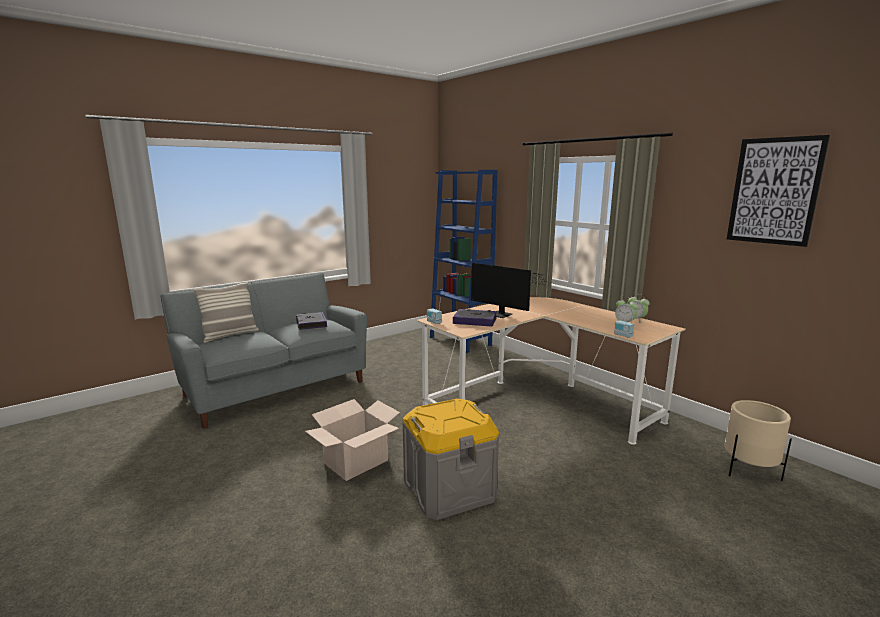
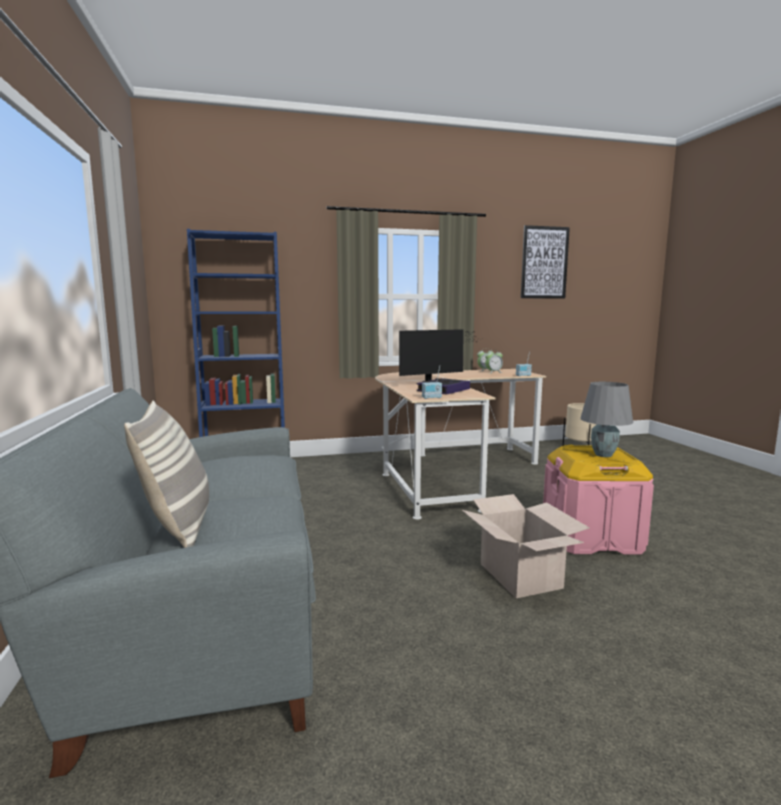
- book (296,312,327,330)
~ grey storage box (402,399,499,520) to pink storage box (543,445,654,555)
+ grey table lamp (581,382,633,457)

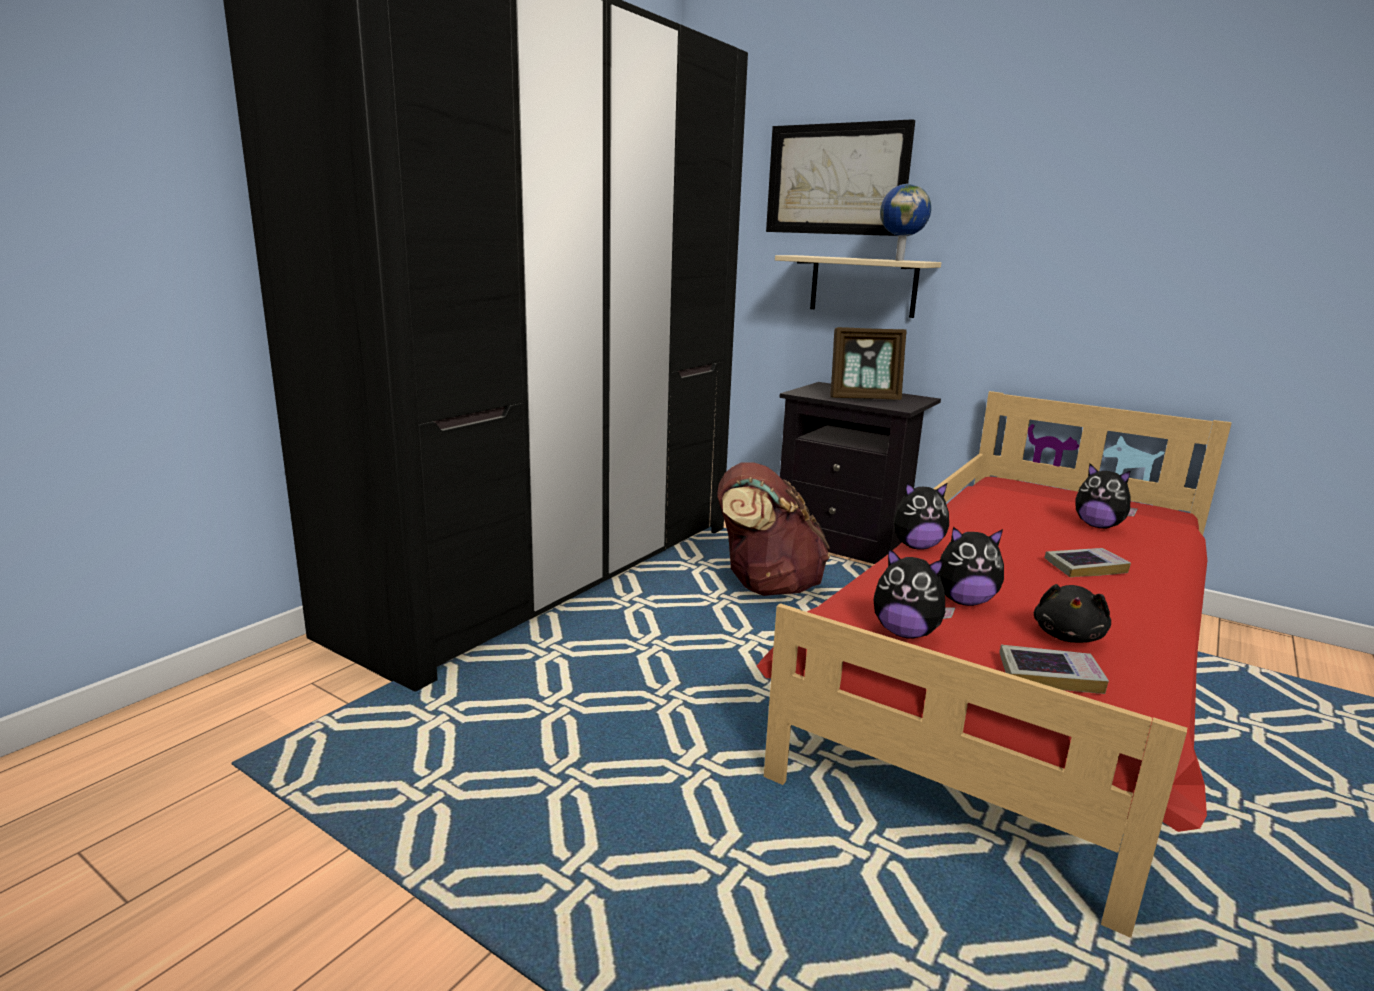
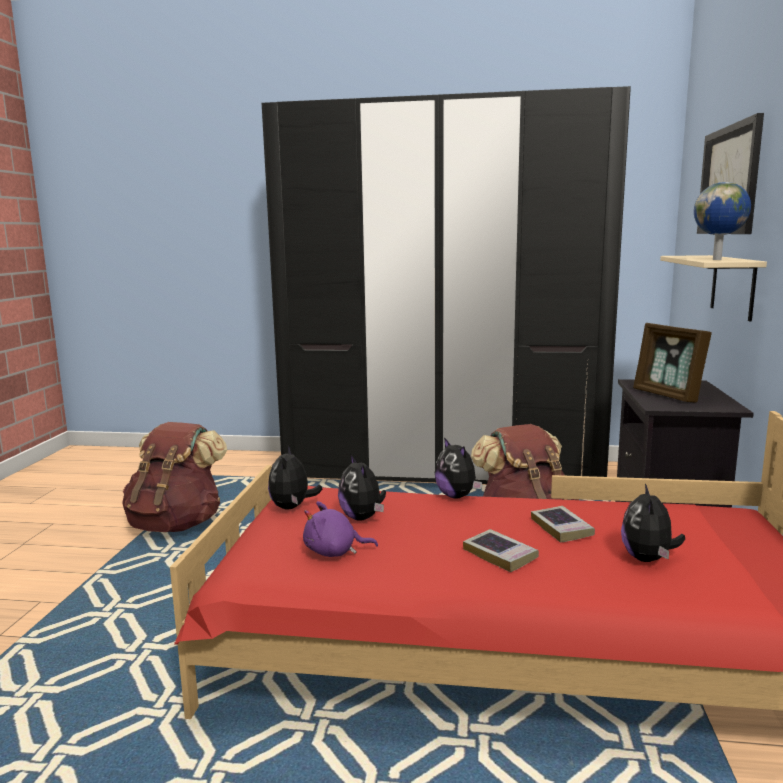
~ book (999,645,1109,694) to (531,506,595,543)
~ black plush toy (1034,584,1111,643) to purple plush toy (303,501,378,557)
+ brown backpack (122,422,227,532)

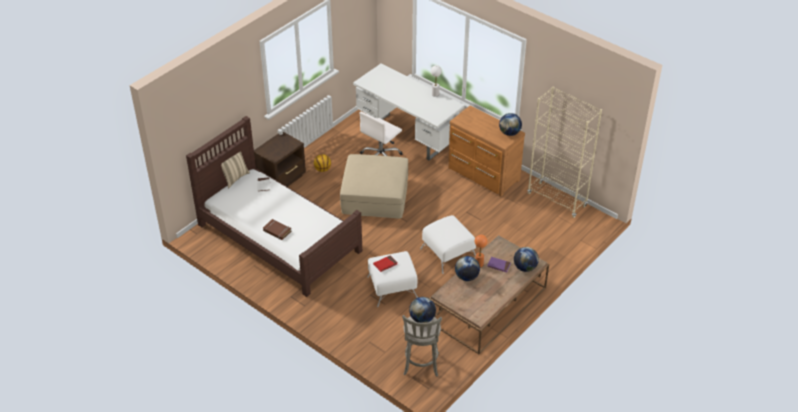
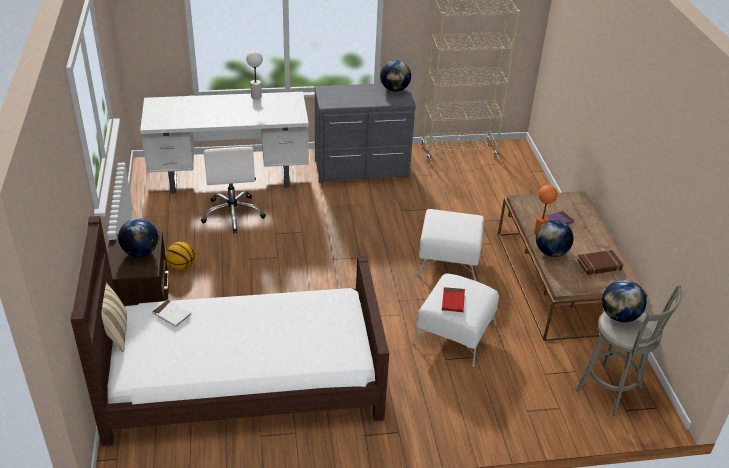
~ brown book (263,219,291,240) to (578,250,623,275)
- beige ottoman (340,154,408,219)
~ brown dresser (448,106,525,197) to grey dresser (314,84,416,183)
~ globe (514,247,539,272) to (118,218,159,257)

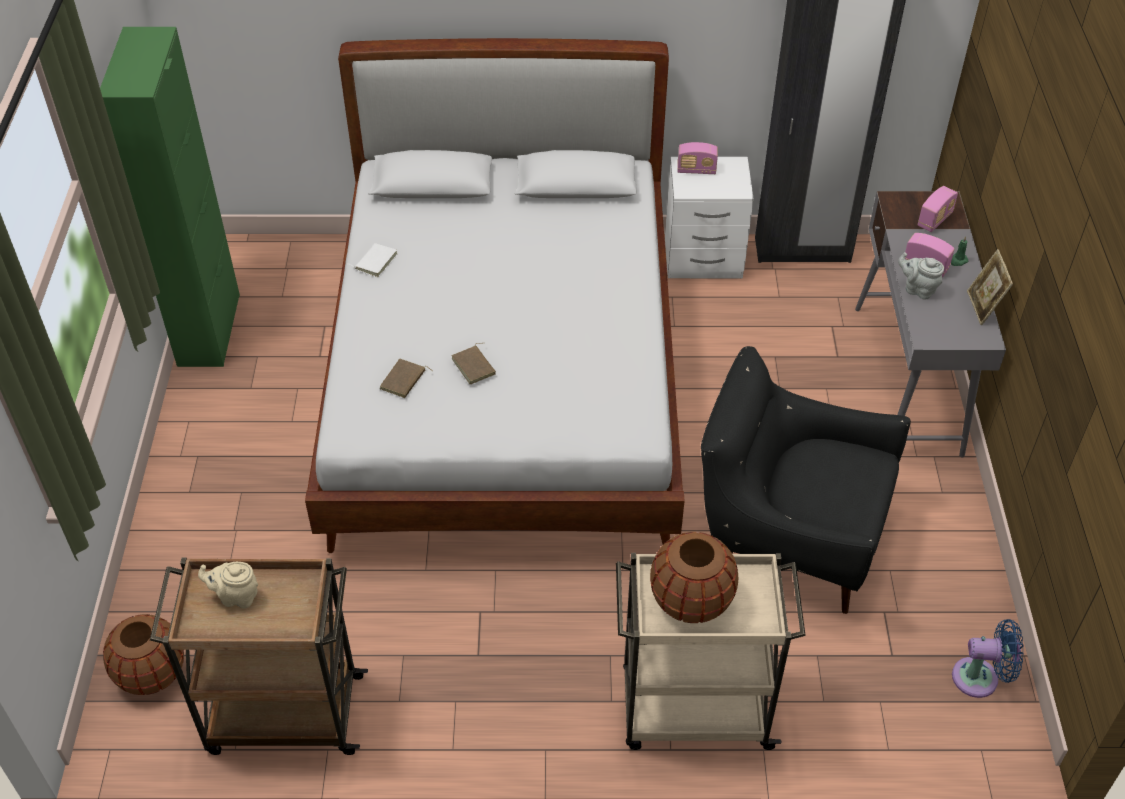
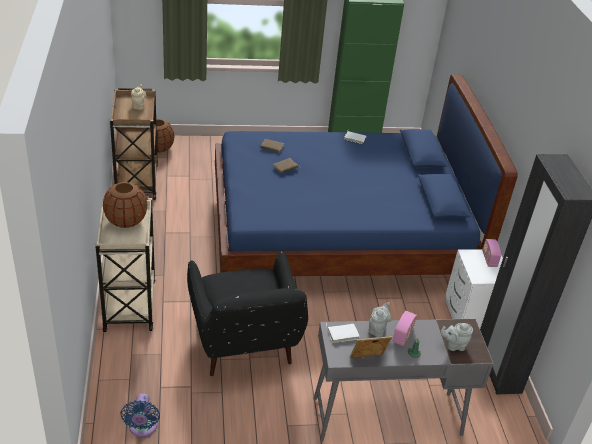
~ white bed (305,38,685,553) to blue bed (215,74,518,276)
~ black armchair (701,346,911,614) = (187,251,308,376) 150 degrees clockwise
~ radio (918,186,958,232) to grey teapot (441,323,473,351)
+ white book (326,323,360,343)

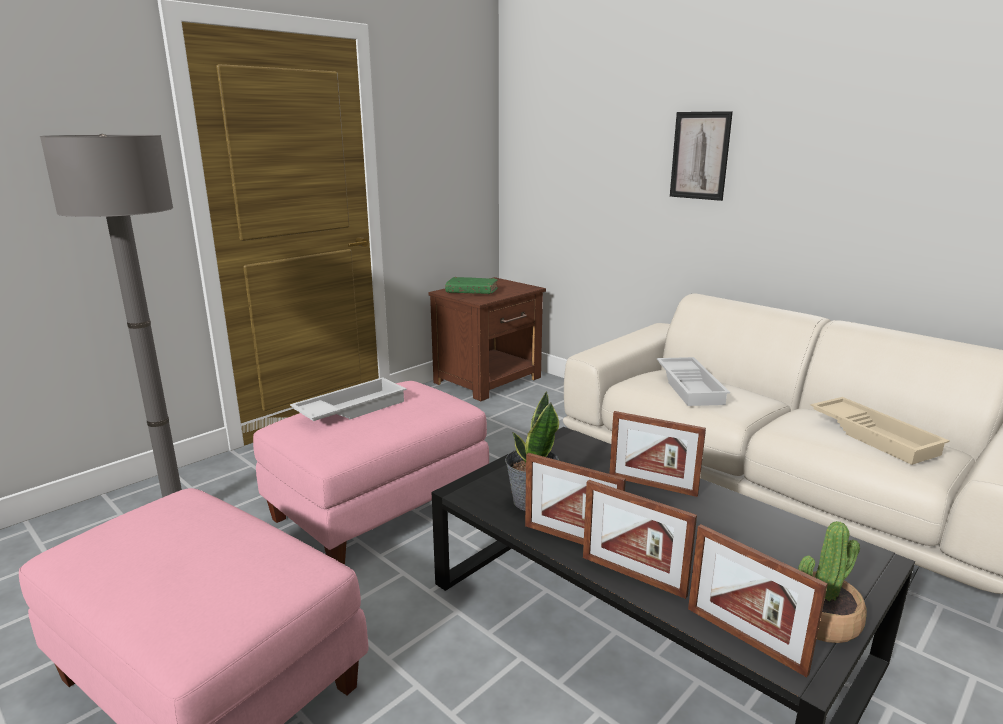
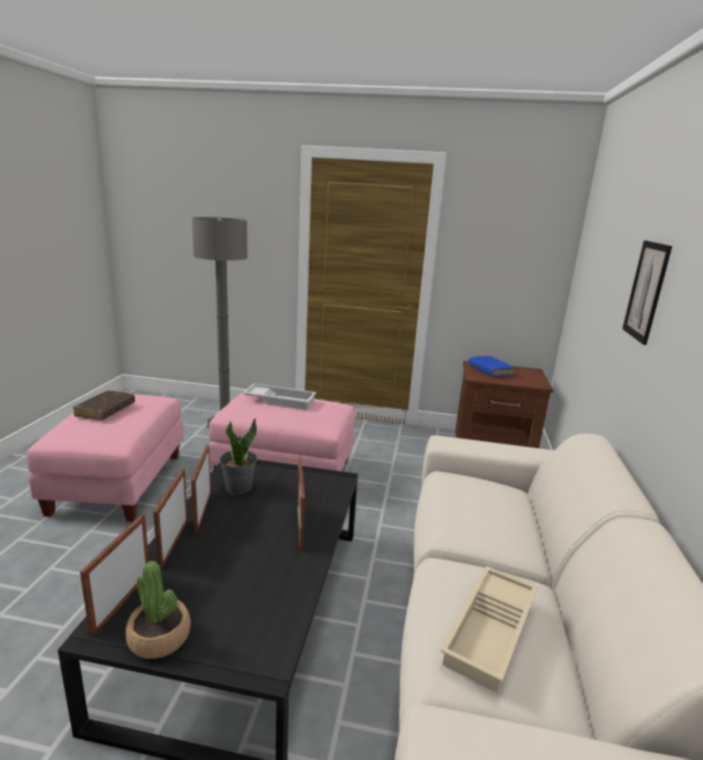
~ green book (445,277,498,294) to blue book (468,356,514,376)
- white tray (657,357,730,406)
+ brown book (73,390,135,421)

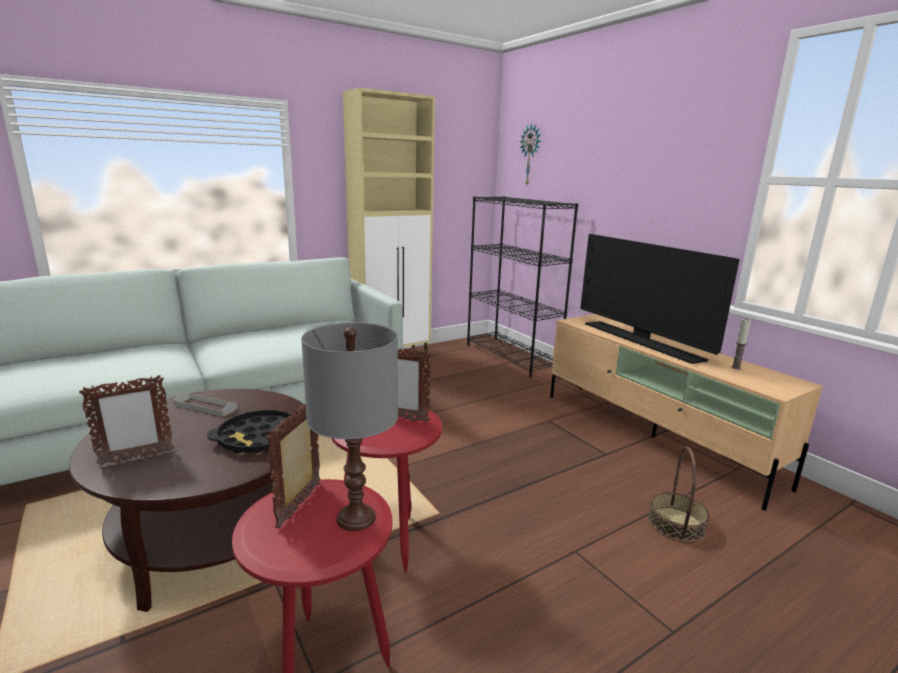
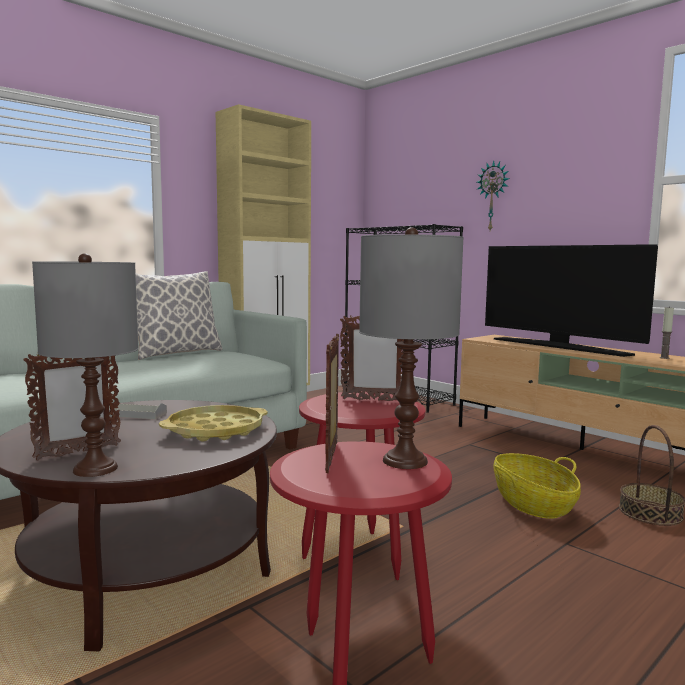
~ black tray (207,410,299,453) to yellow tray (159,405,268,442)
~ wall clock (520,123,541,185) to (477,160,510,230)
+ grey table lamp (32,253,139,477)
+ pillow (136,271,222,360)
+ basket (493,453,581,519)

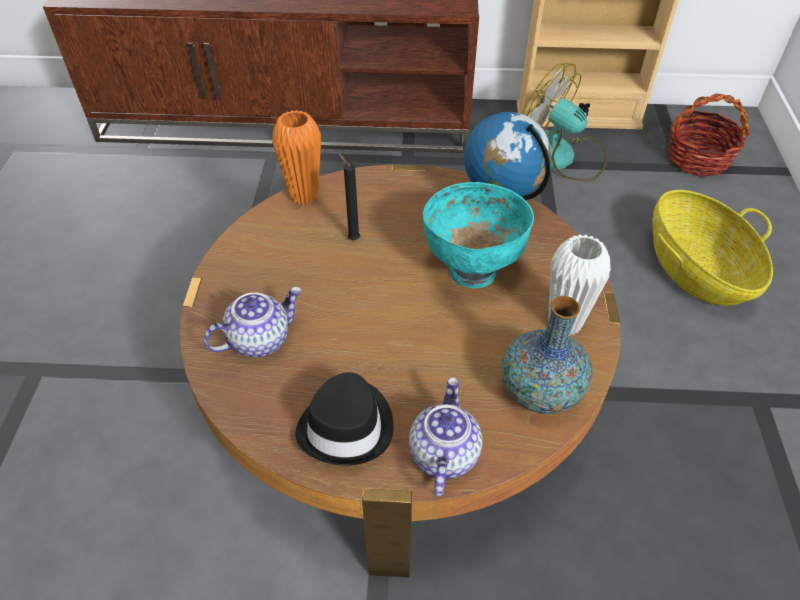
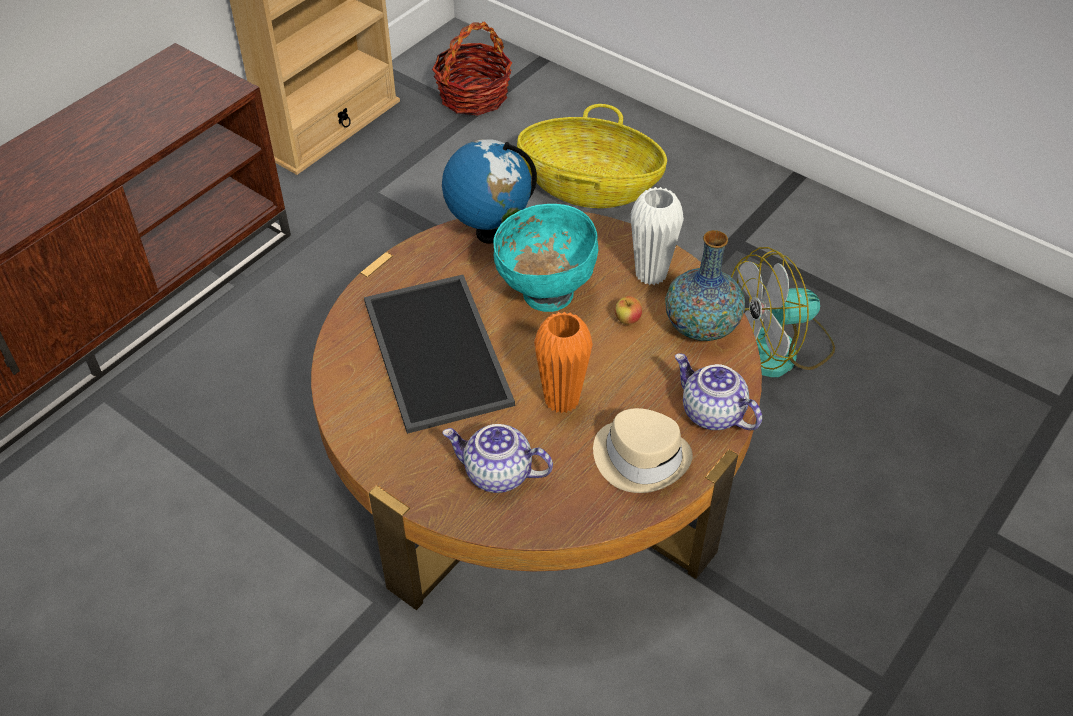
~ teapot (204,287,302,357) = (442,424,553,493) 75 degrees counterclockwise
~ orange vase (272,110,321,205) to (534,311,593,414)
~ black hat (295,372,394,465) to beige hat (593,408,693,493)
~ black candle (339,154,360,240) to tray (364,275,515,434)
~ fan (522,63,608,181) to (731,247,835,377)
+ apple (615,296,642,324)

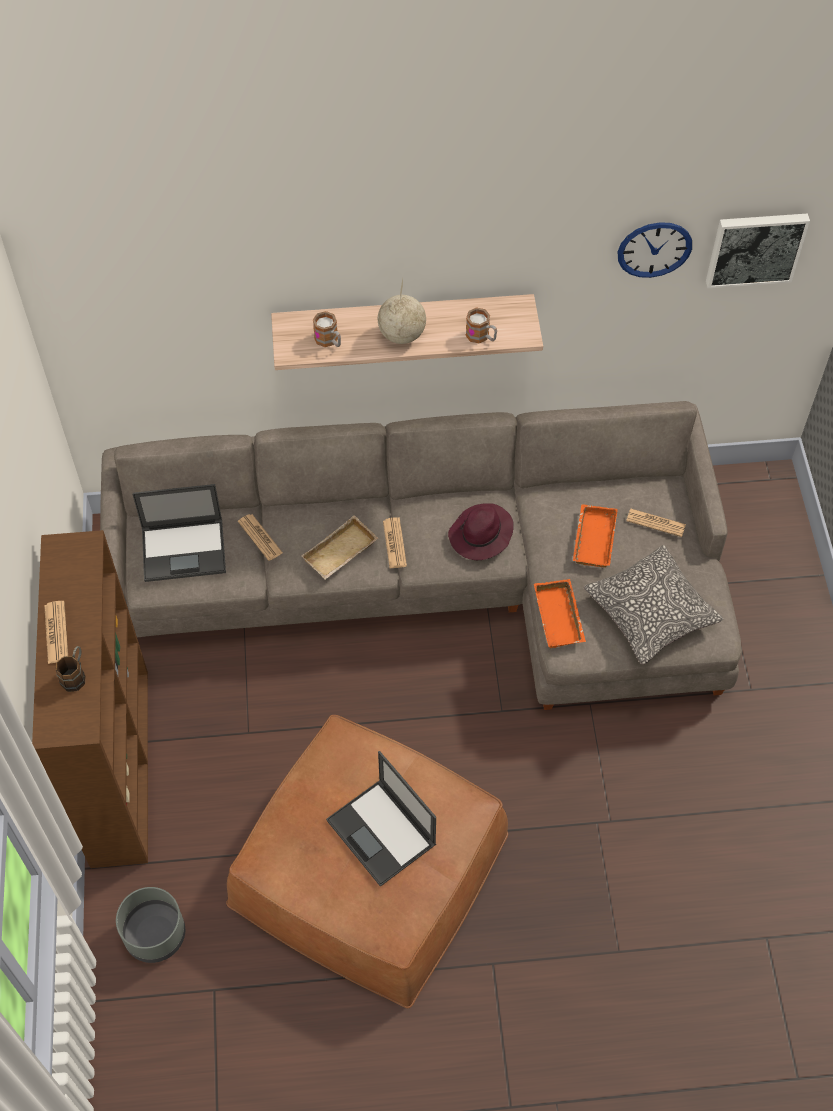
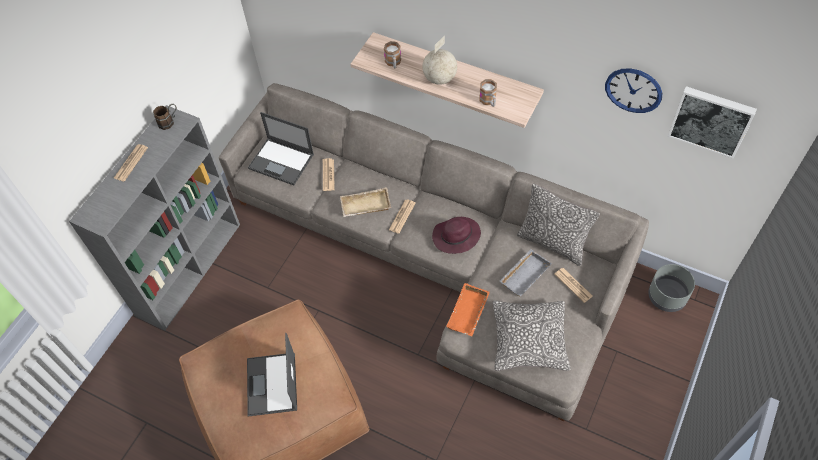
~ brown bookcase (32,530,148,868) to grey bookcase (69,105,240,331)
~ brown mug (56,646,86,692) to (153,104,177,130)
~ grey planter (116,887,185,963) to (648,264,695,312)
~ orange tray (573,504,618,567) to grey tray (499,249,552,297)
+ pillow (517,183,600,266)

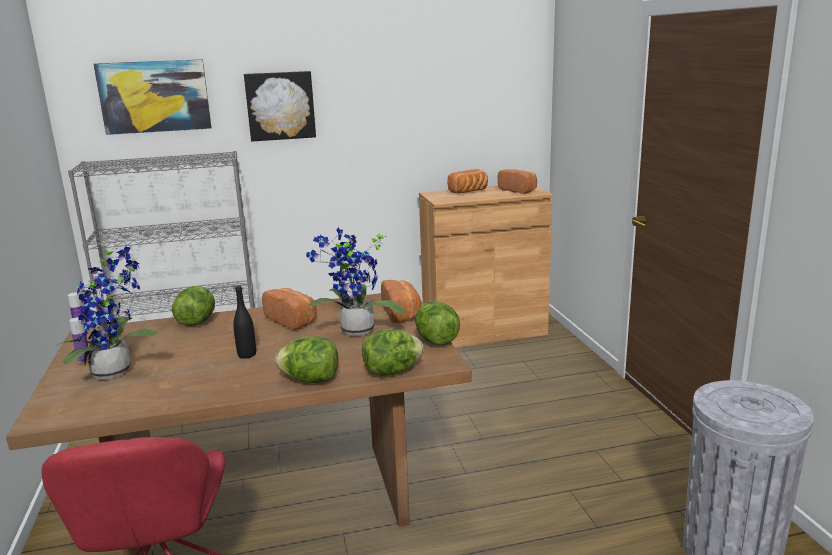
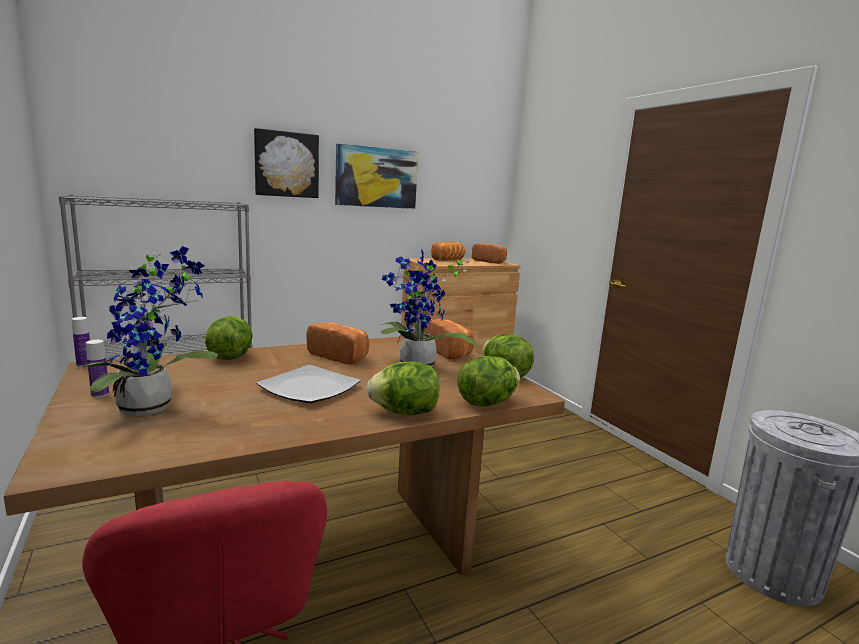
~ picture (93,59,212,135) to (335,144,418,209)
~ black bottle (233,285,256,359) to plate (256,365,361,403)

